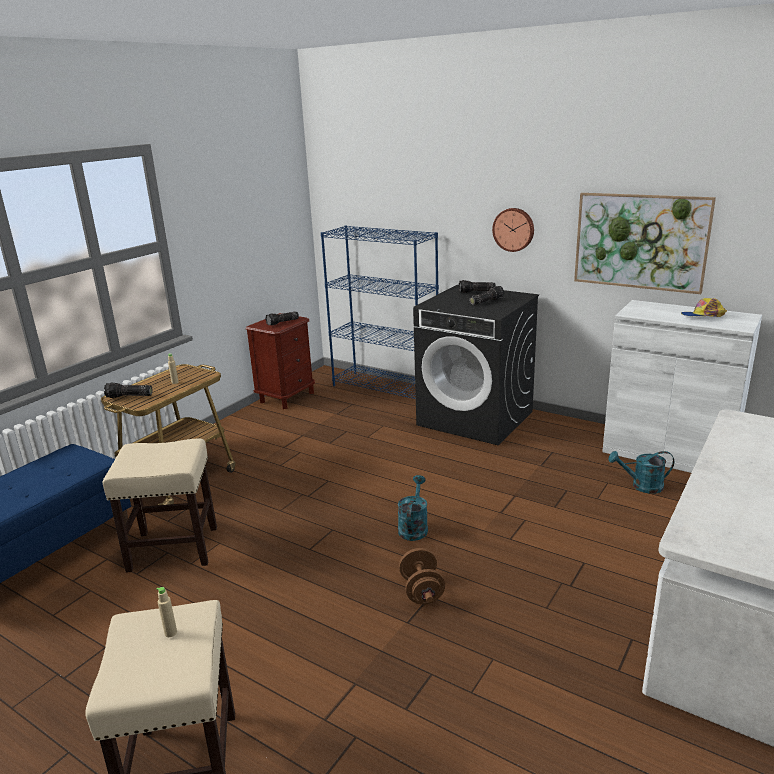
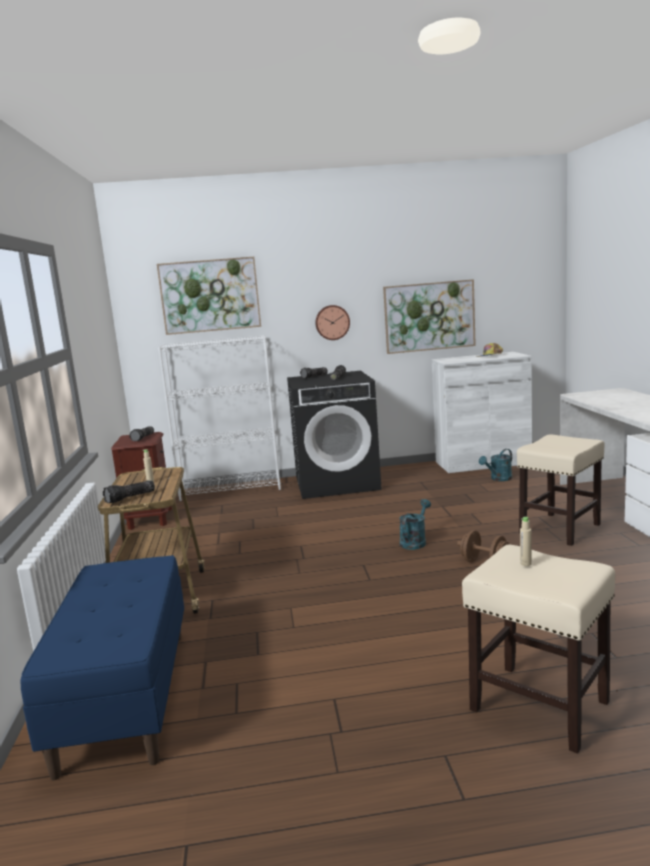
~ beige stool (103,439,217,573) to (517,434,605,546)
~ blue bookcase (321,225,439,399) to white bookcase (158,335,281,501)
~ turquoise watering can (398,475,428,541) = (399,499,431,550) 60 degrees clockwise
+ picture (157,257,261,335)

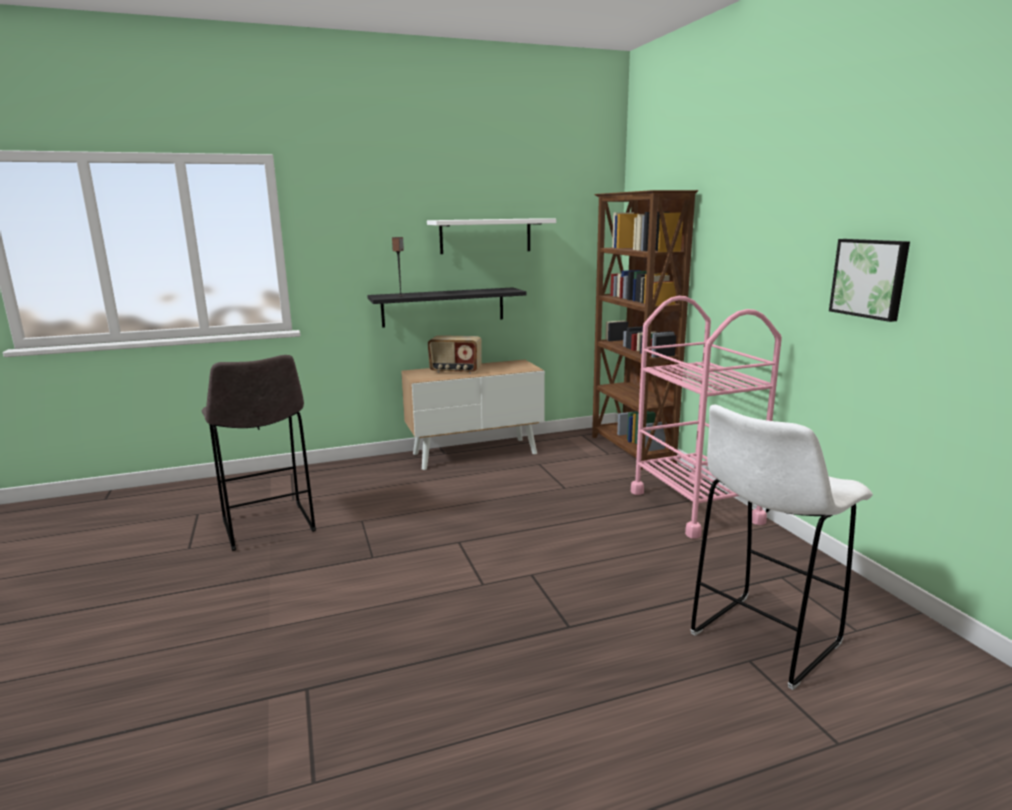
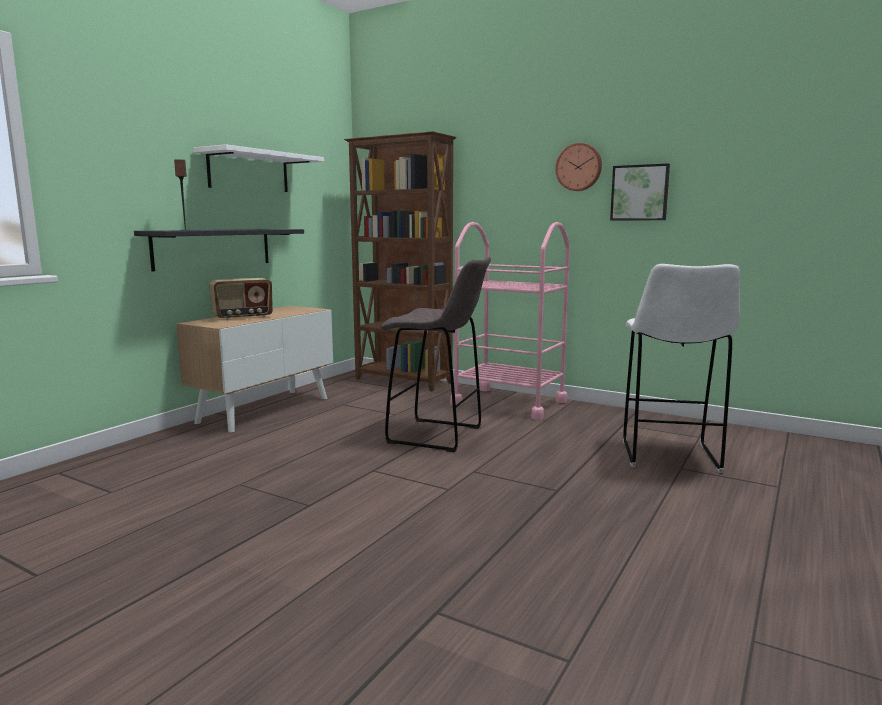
~ grey stool (202,355,316,551) to (381,257,491,452)
+ wall clock (555,143,602,191)

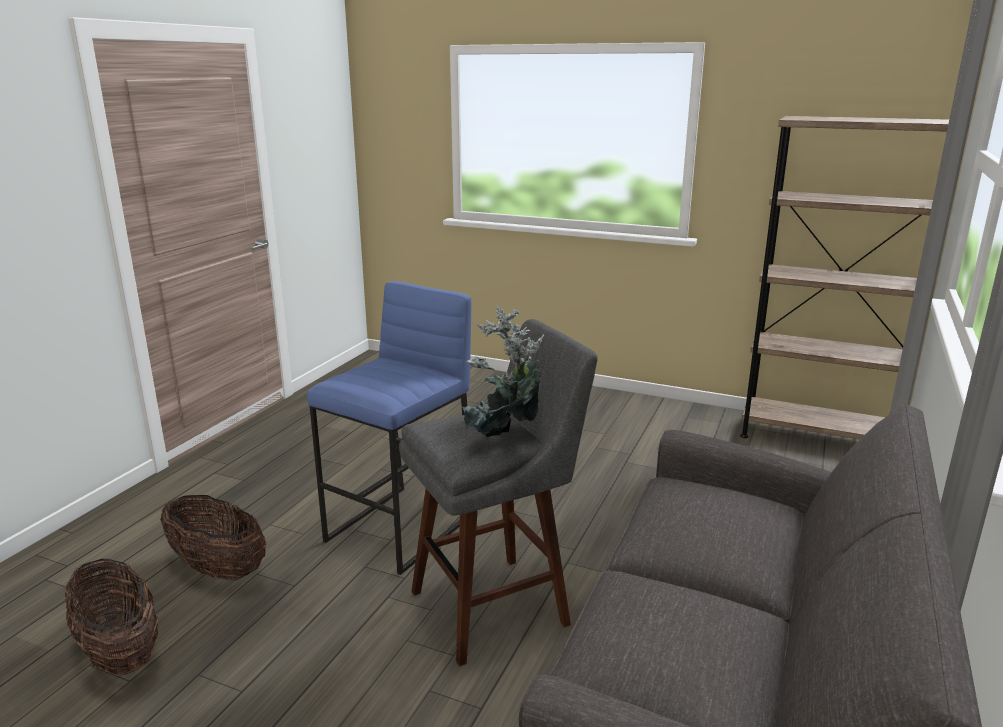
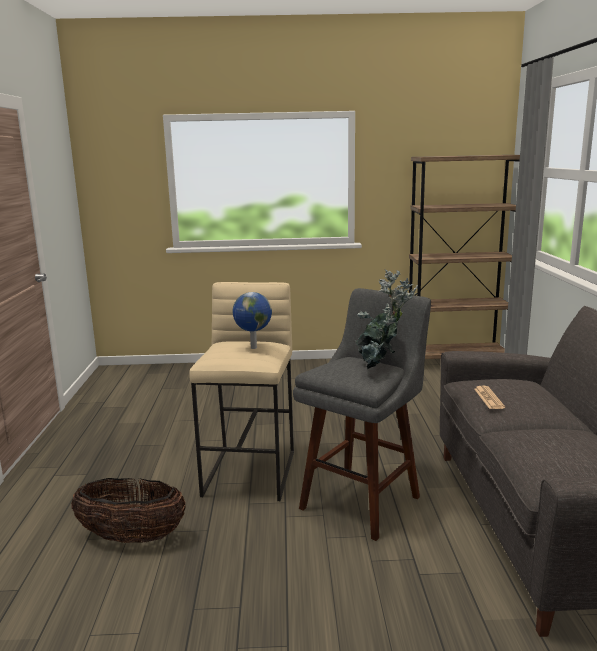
- basket (64,558,158,676)
~ blue stool (307,281,472,575) to beige stool (189,282,294,501)
+ globe (233,292,272,349)
+ newspaper (474,385,505,409)

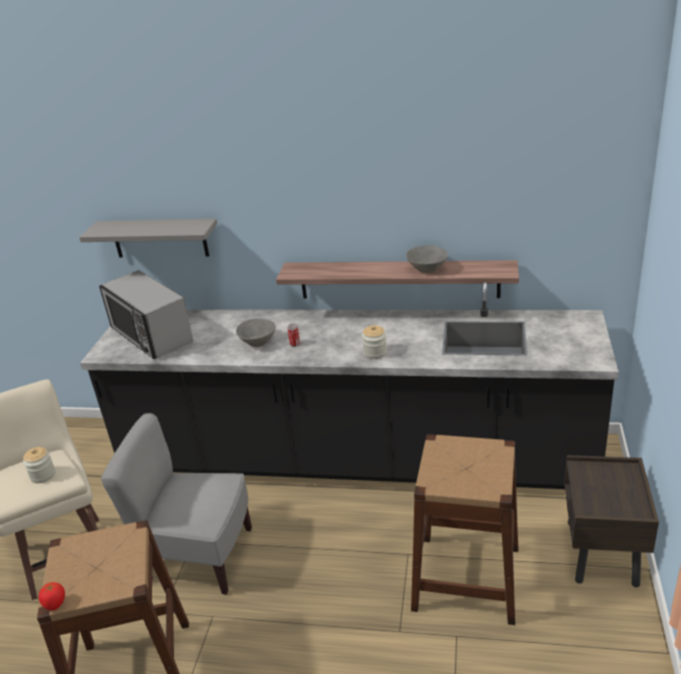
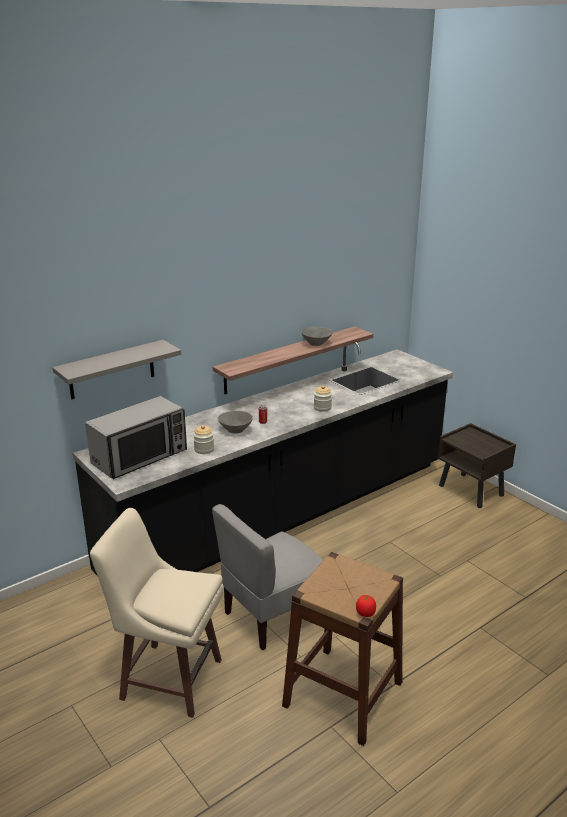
~ jar (23,447,55,483) to (193,425,214,454)
~ microwave (99,270,193,359) = (85,396,187,479) 45 degrees counterclockwise
- brown stool (411,434,518,625)

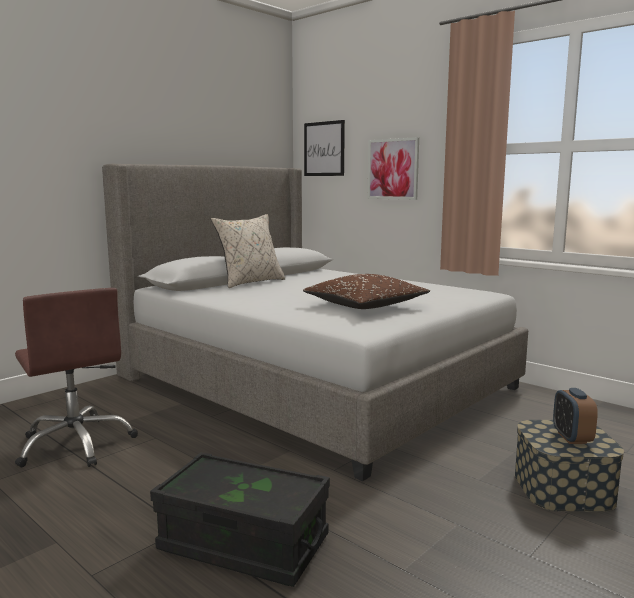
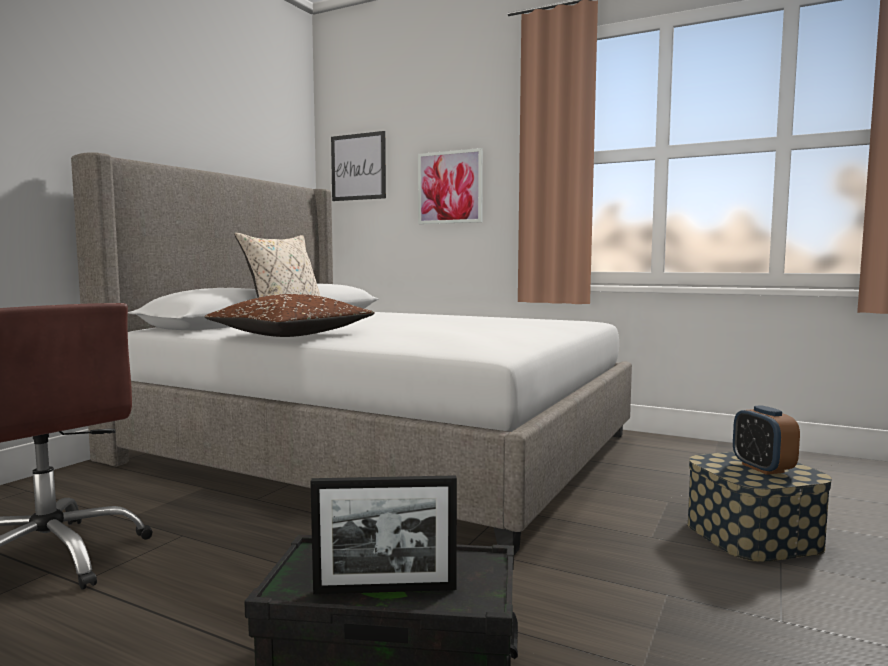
~ brown pillow (303,274,430,309) to (205,294,375,337)
+ picture frame (310,475,457,594)

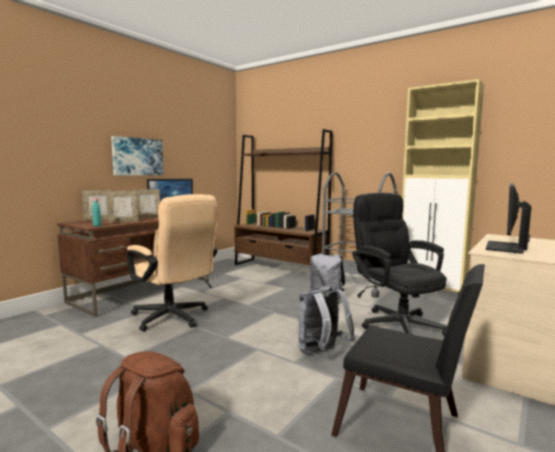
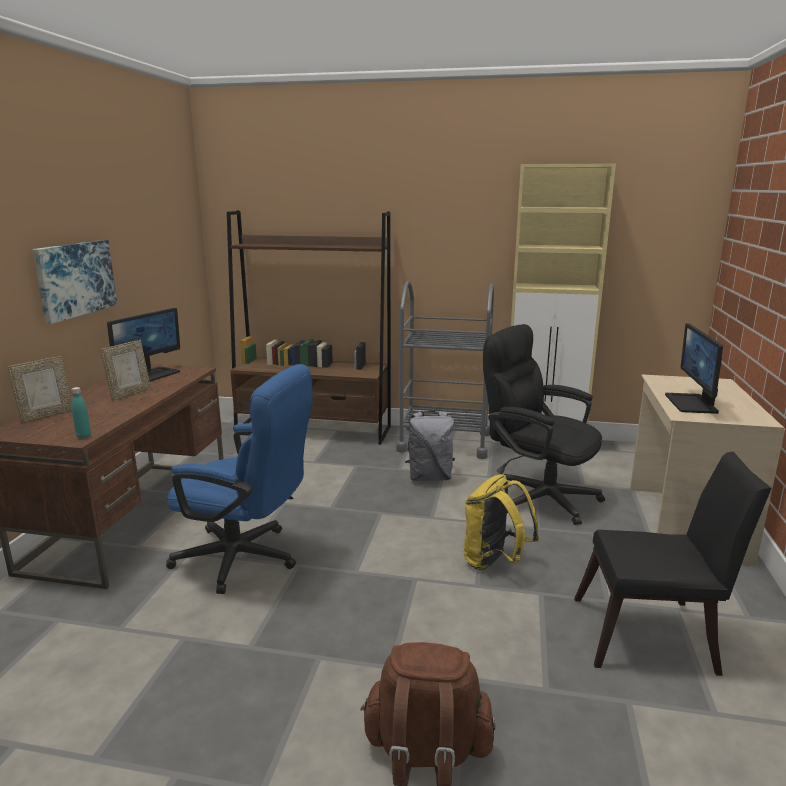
- picture frame (107,191,138,223)
~ beige office chair (127,194,218,331) to blue office chair (166,364,312,594)
~ grey backpack (298,286,356,354) to yellow backpack (464,474,539,570)

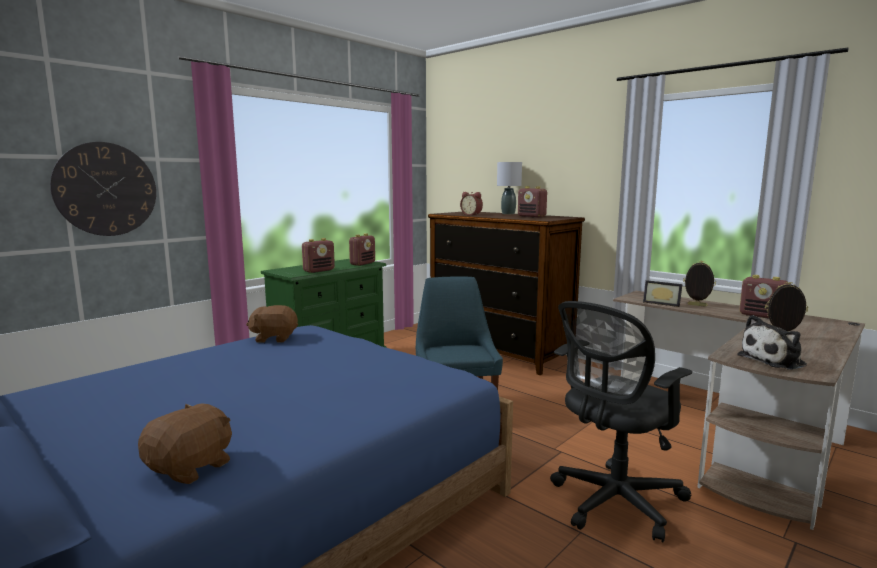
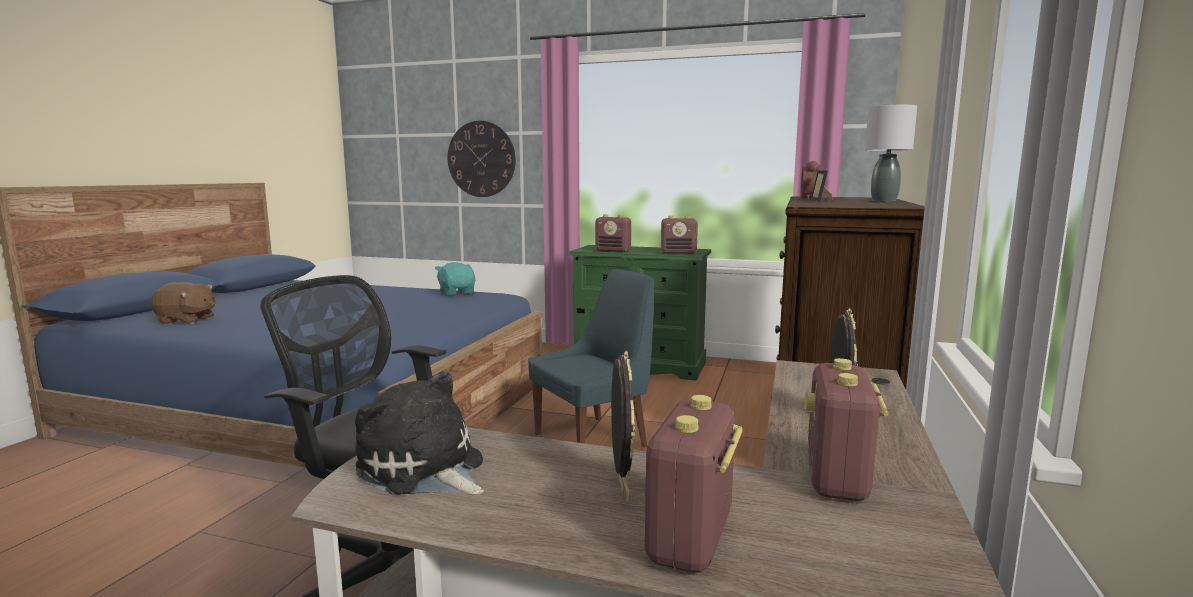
~ brown plush toy (246,305,298,343) to turquoise plush toy (435,262,476,297)
~ radio (518,186,547,218) to (645,395,743,573)
~ picture frame (643,280,682,307) to (811,170,833,202)

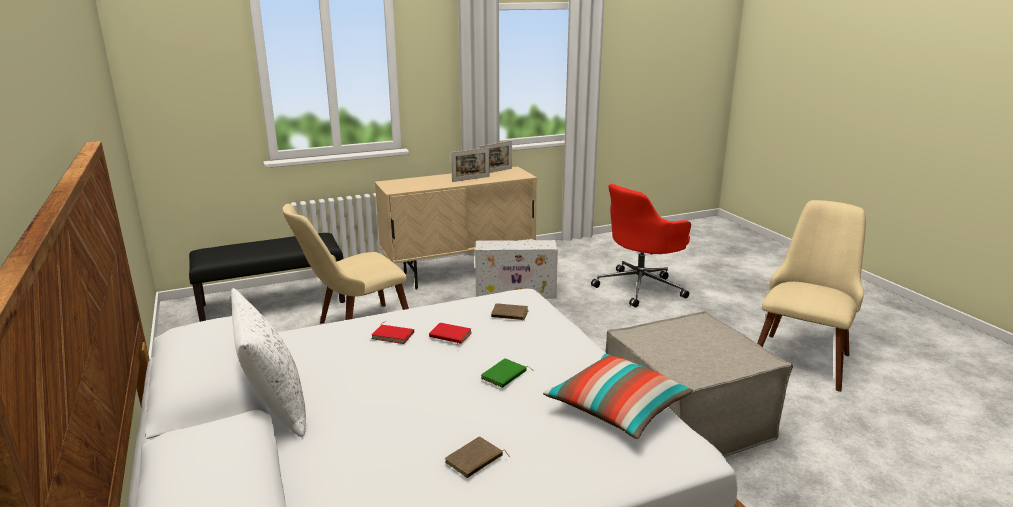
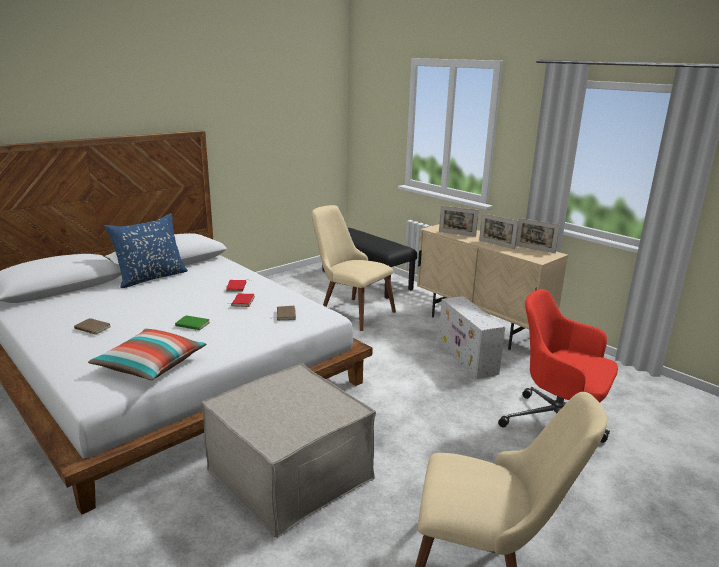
~ white pillow (231,288,306,437) to blue pillow (104,213,188,288)
+ picture frame (439,206,479,237)

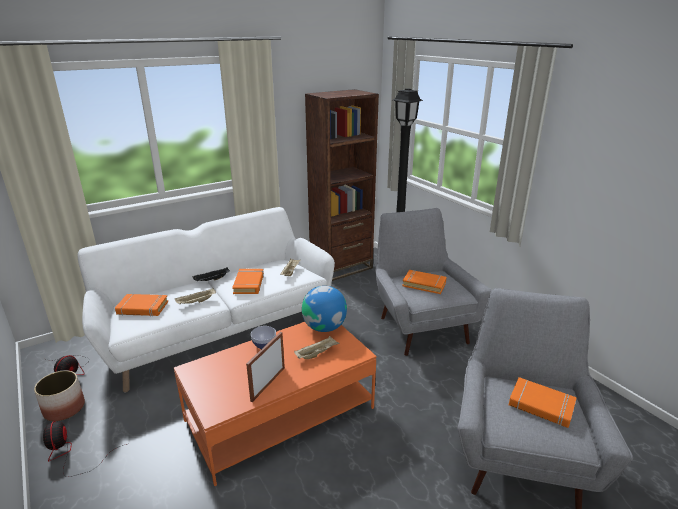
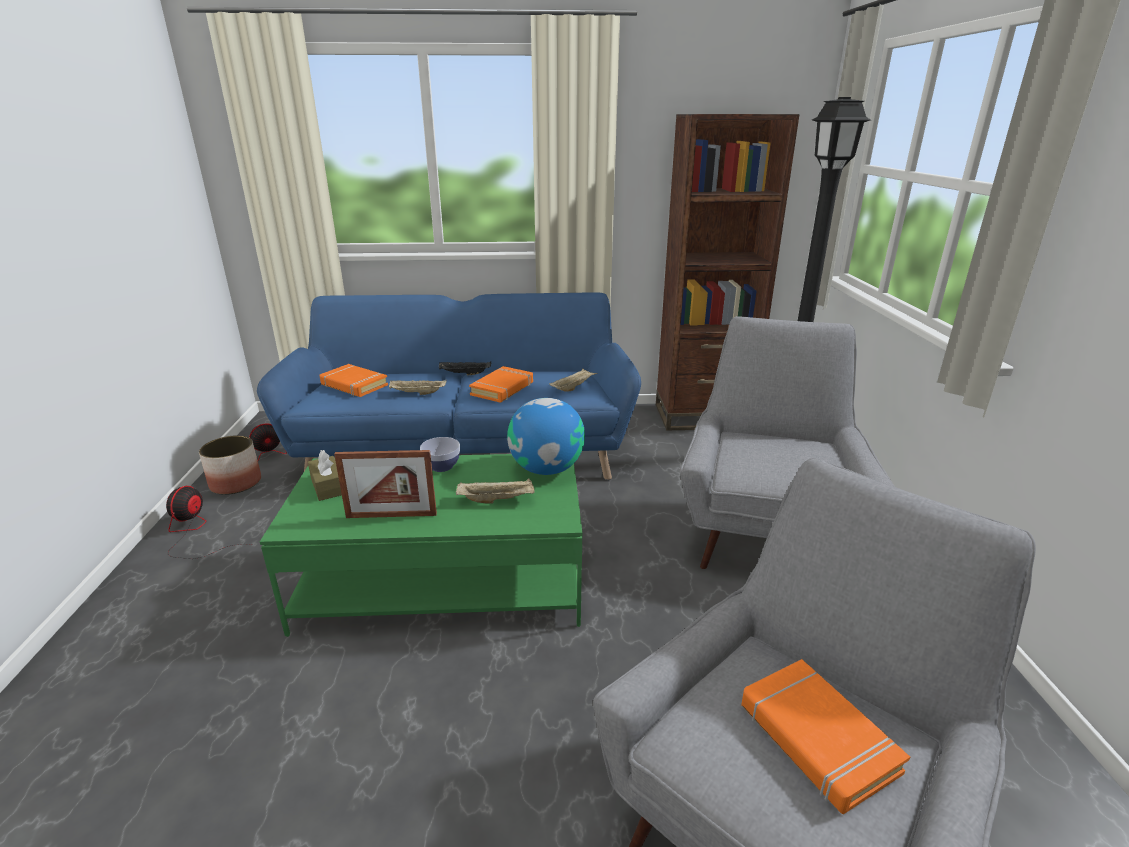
~ white sofa (78,207,335,393) to blue sofa (257,292,641,480)
~ orange coffee table (174,322,377,486) to green coffee table (260,454,582,637)
~ picture frame (246,332,285,402) = (334,450,437,518) 150 degrees counterclockwise
- orange book (402,270,447,294)
+ brown tissue box (308,450,342,501)

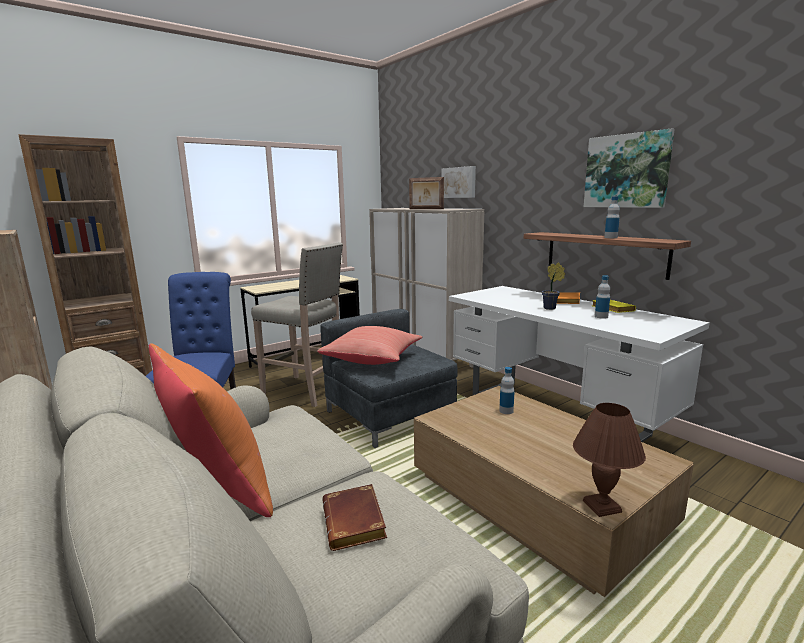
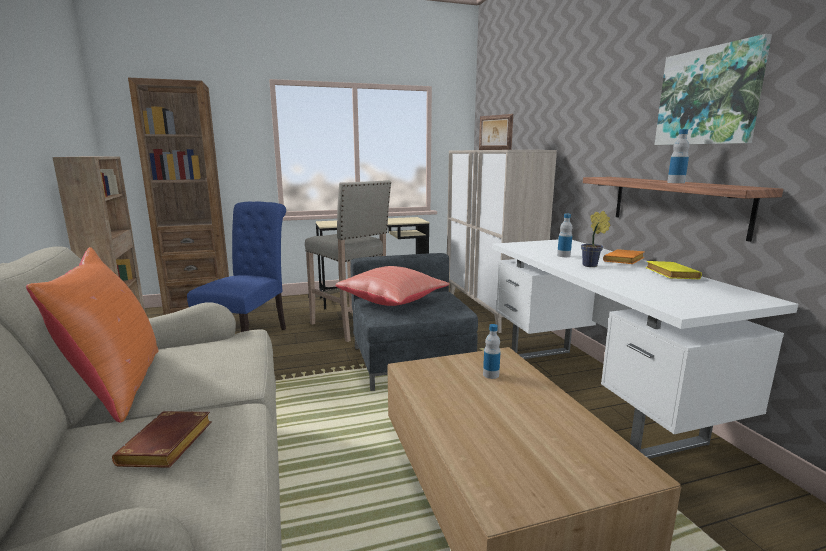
- picture (441,166,476,198)
- brown table lamp (573,403,646,517)
~ bottle (595,275,610,319) to (557,214,572,257)

